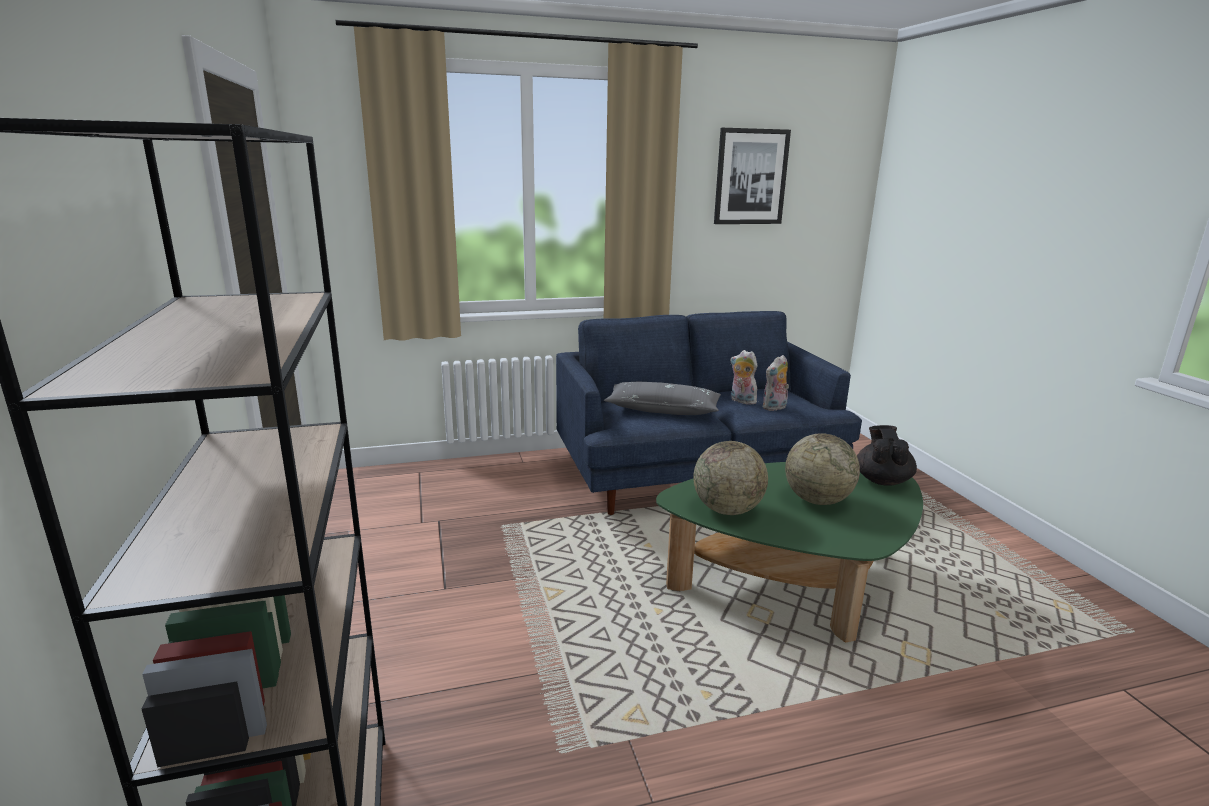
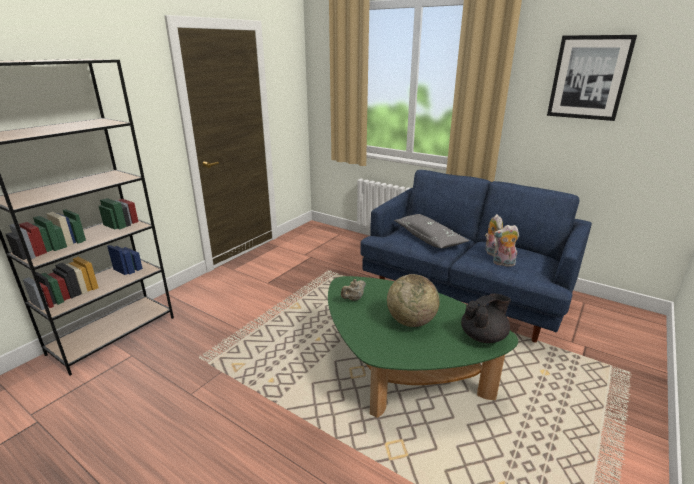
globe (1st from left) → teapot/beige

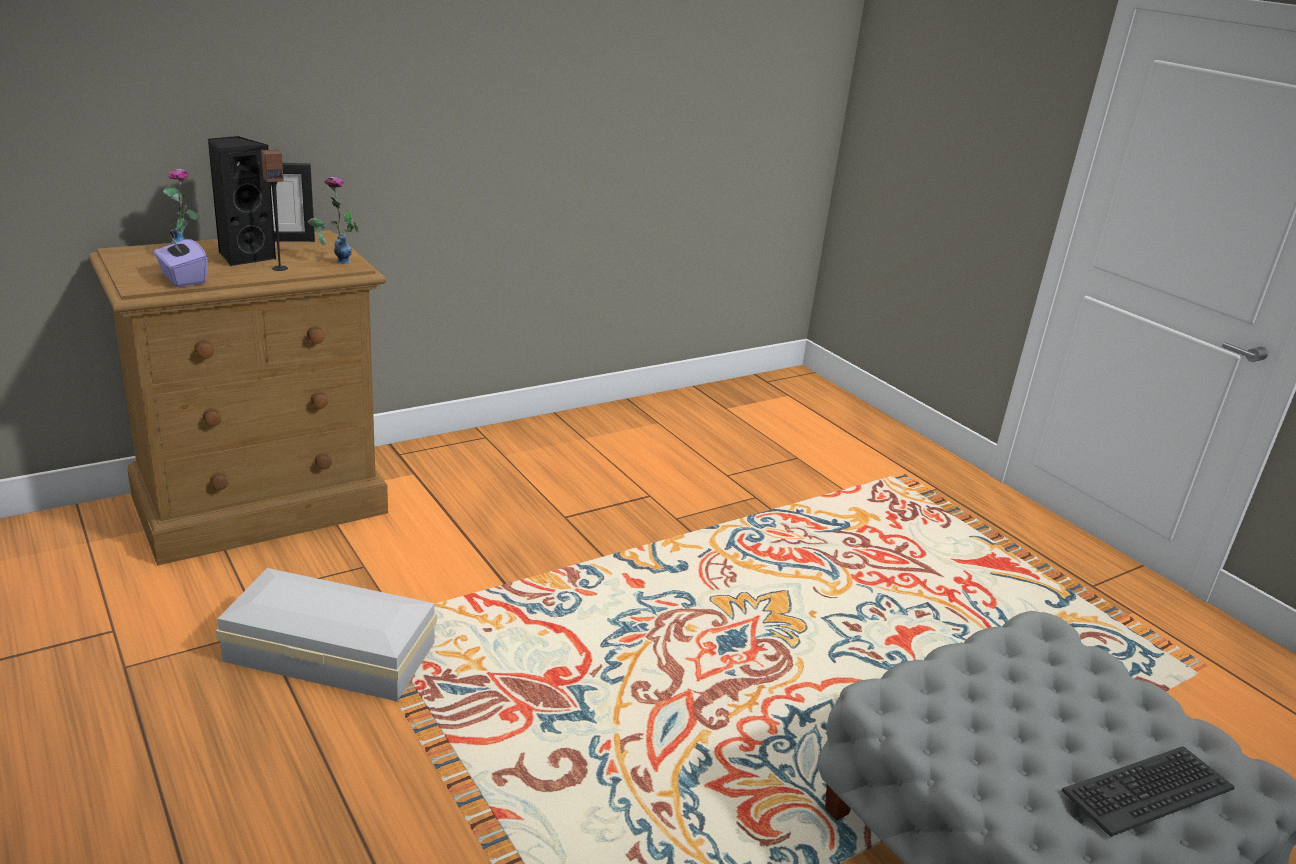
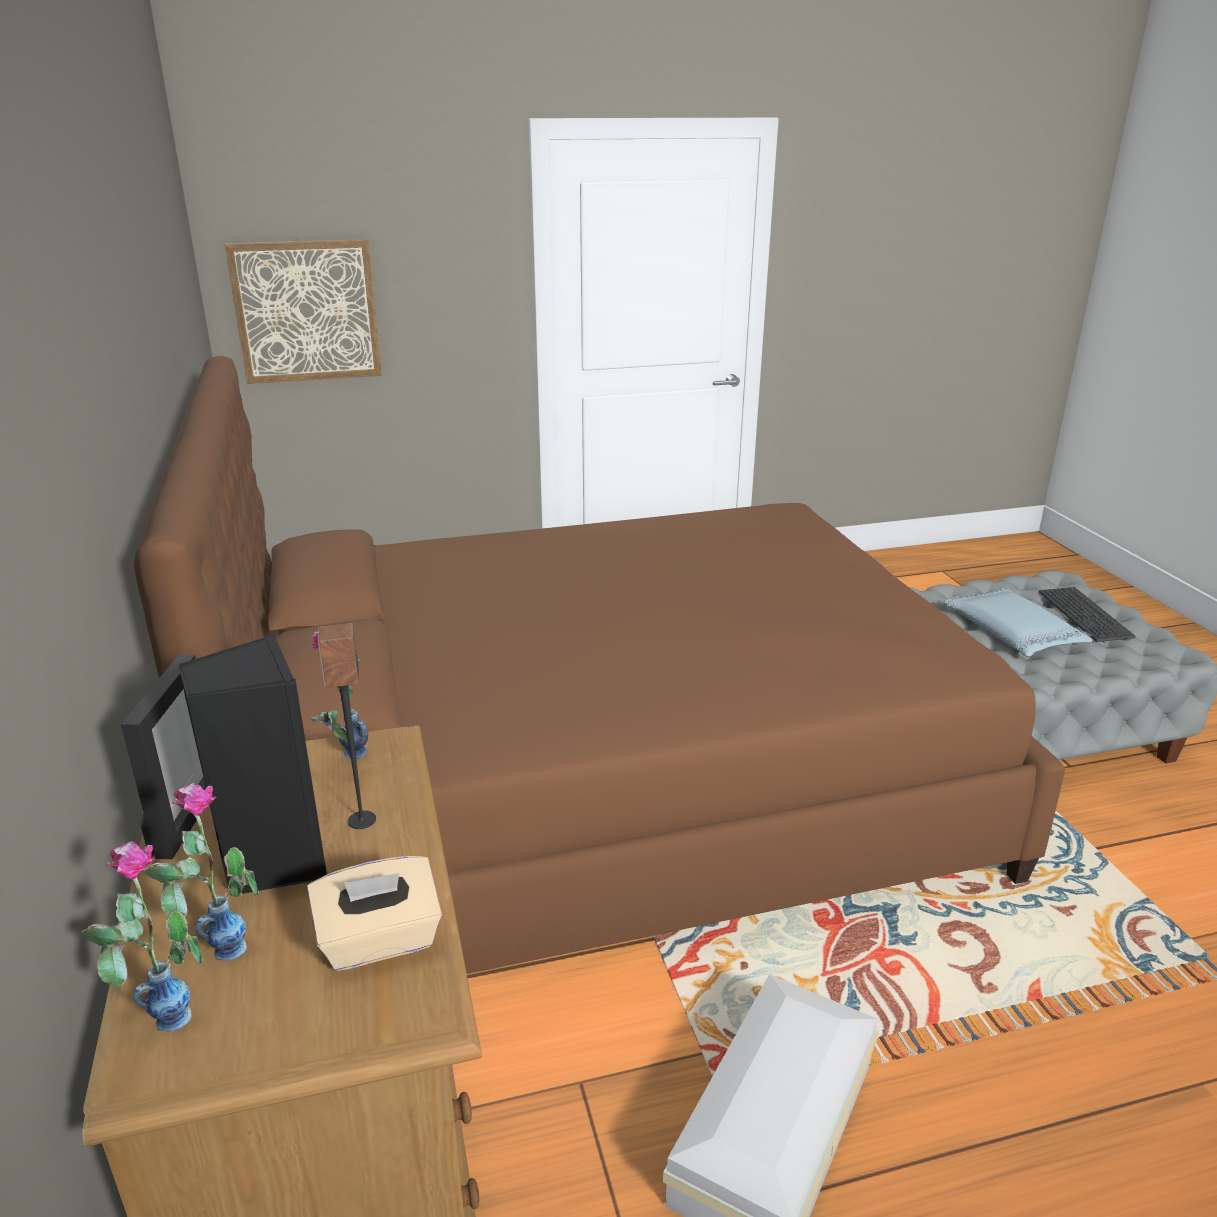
- → vase (1st from left)
- → bed/brown
- → picture
tissue box/purple → tissue box/beige
- → pillow/blue

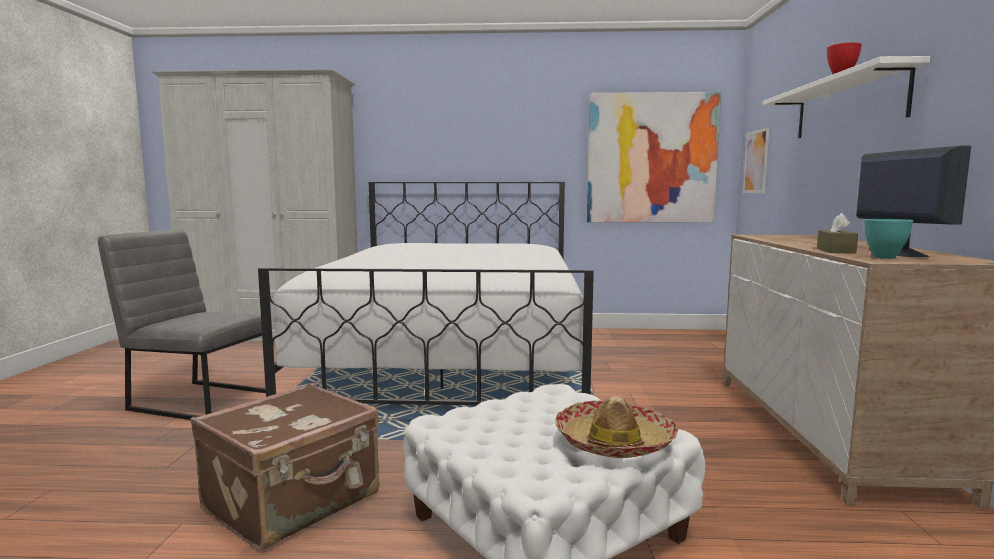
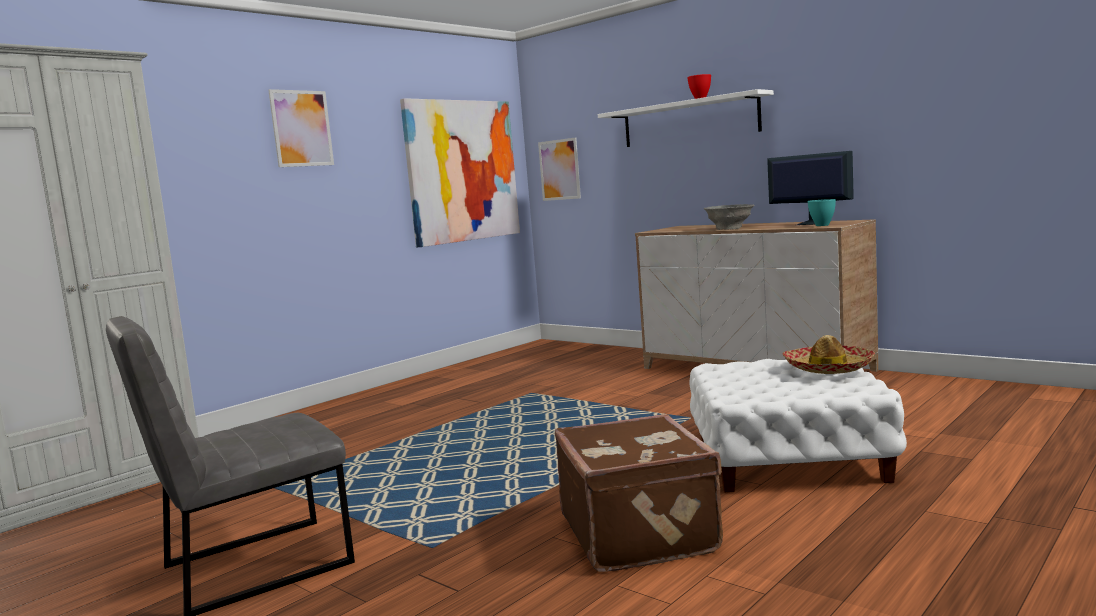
- → picture (1st from left)
- → bowl/grey
bed/white → -
tissue box/brown → -

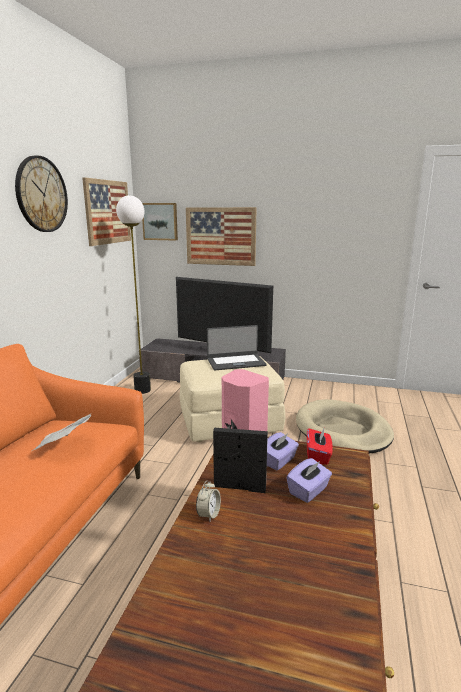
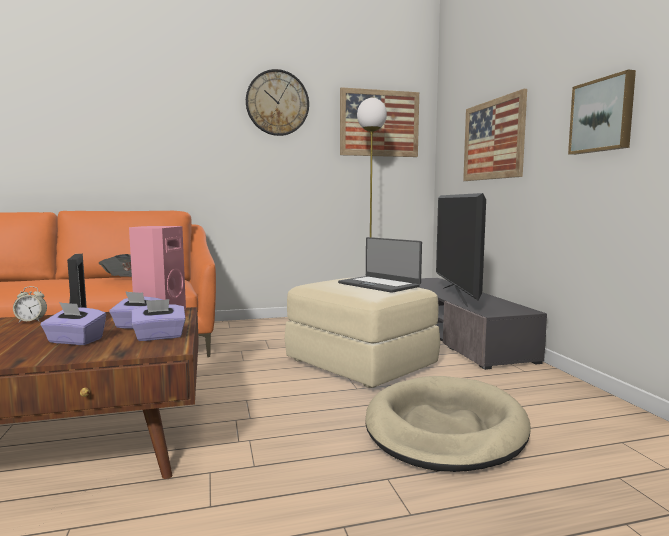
tissue box/red → tissue box/purple (3rd from left)
picture (2nd from left in the first image) → picture (3rd from left), move

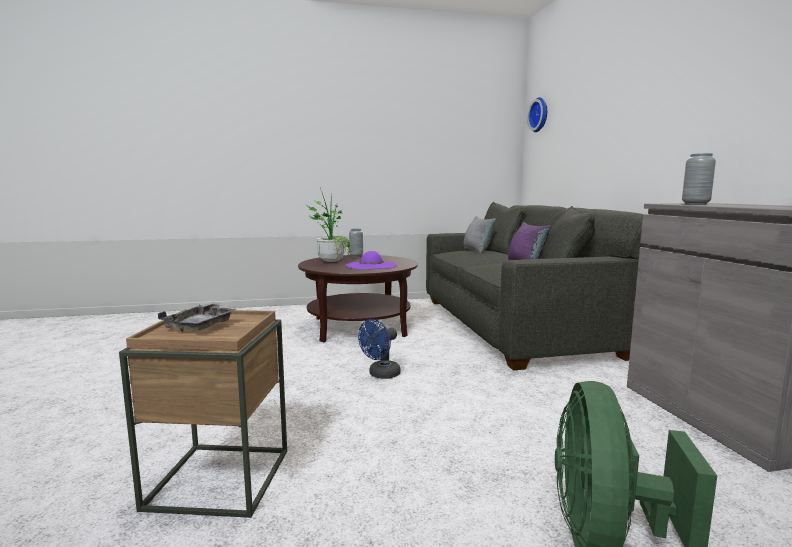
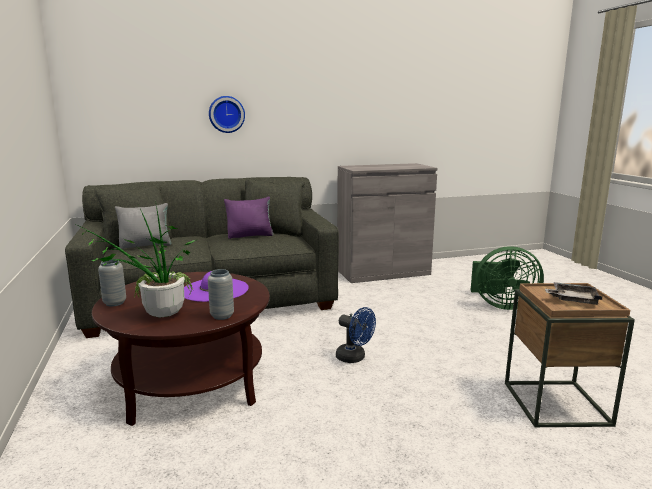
vase/grey (2nd from left), move
wall clock, move

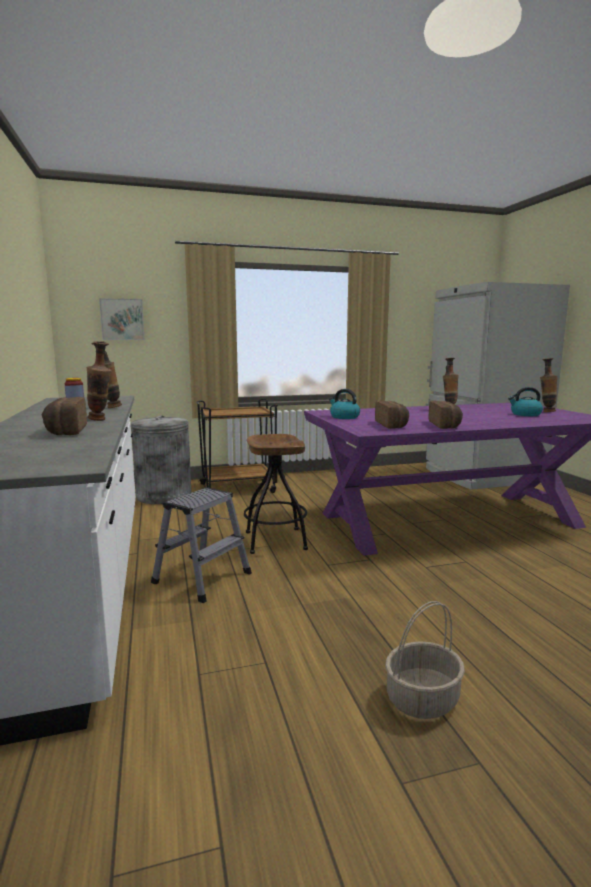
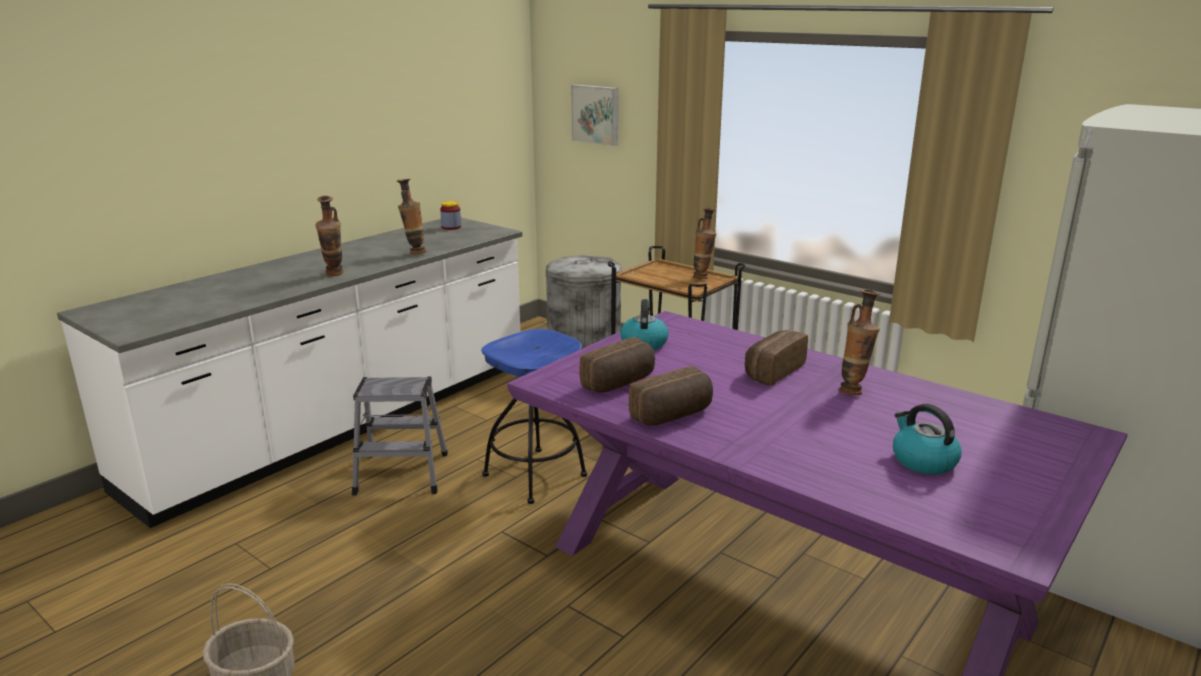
stool/brown → stool/blue
vase (4th from left in the first image) → vase (3rd from left), move
bread (1st from left in the first image) → bread (3rd from left), move

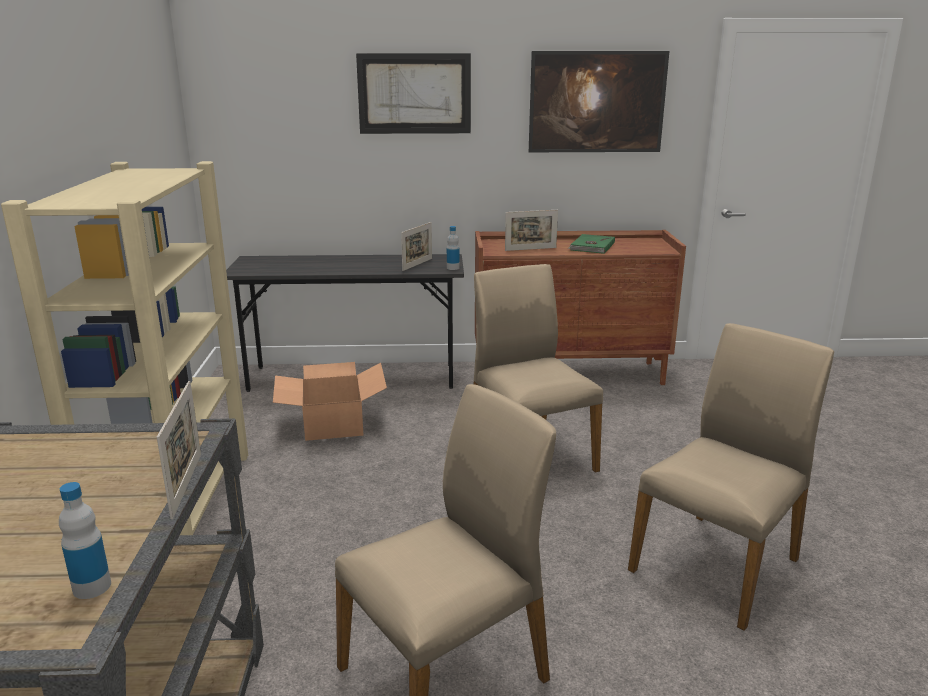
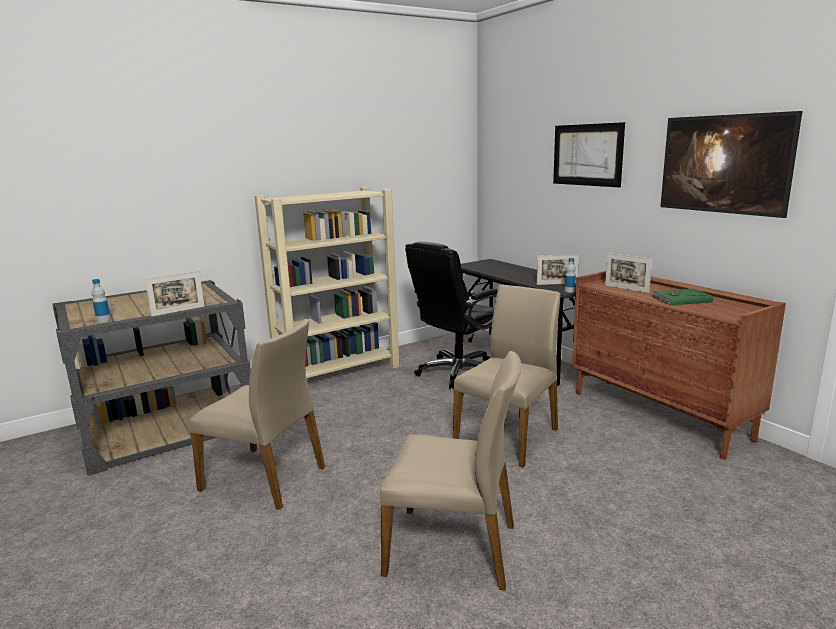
cardboard box → office chair/black

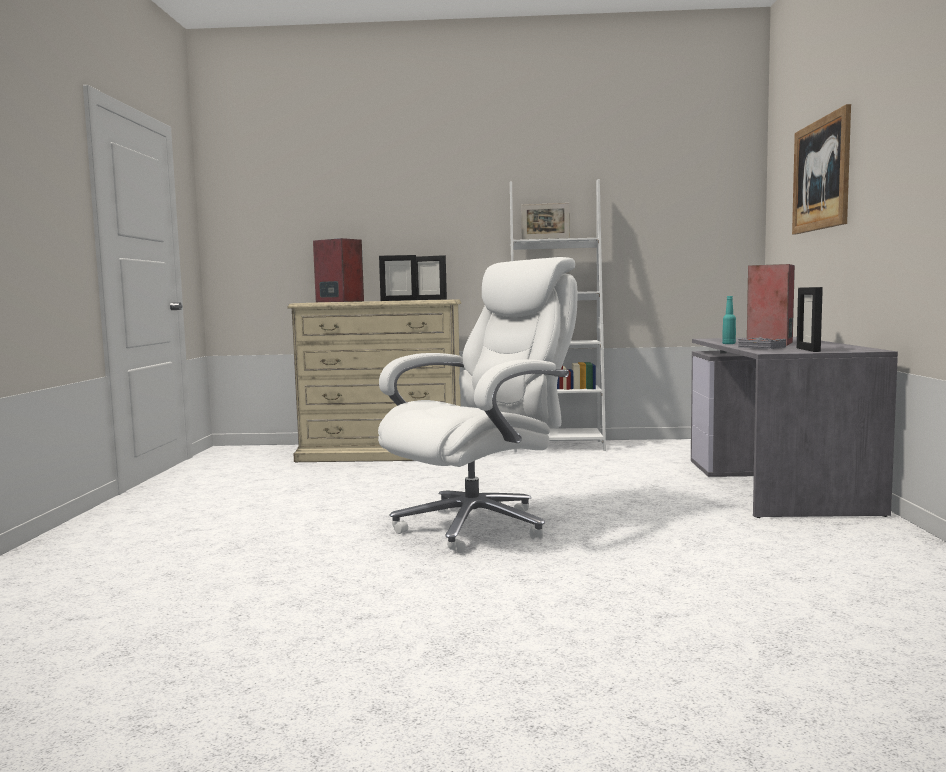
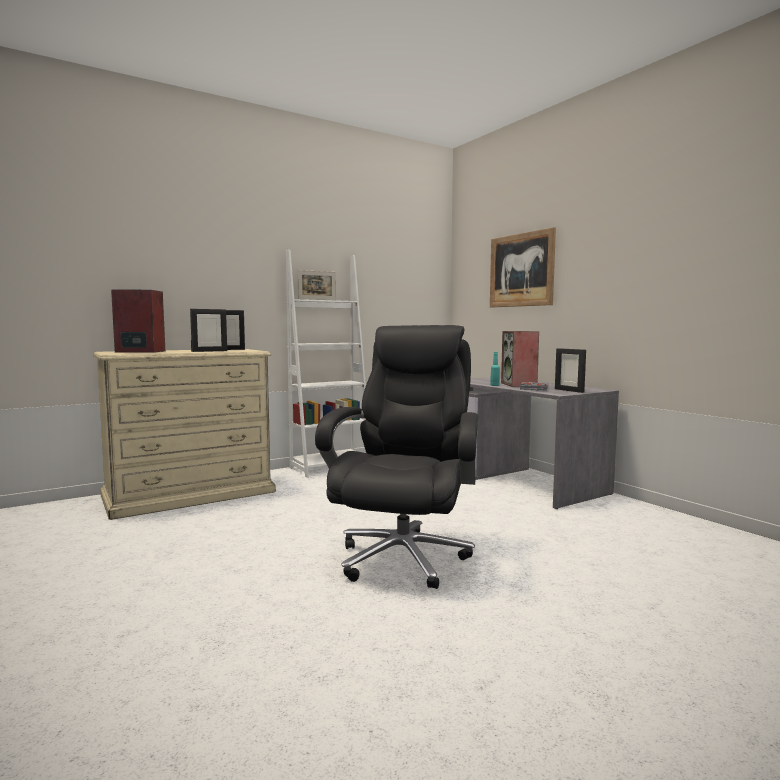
office chair/white → office chair/black

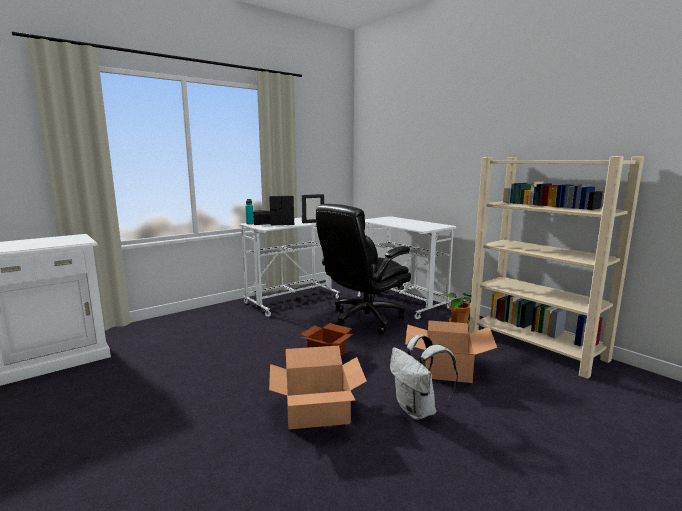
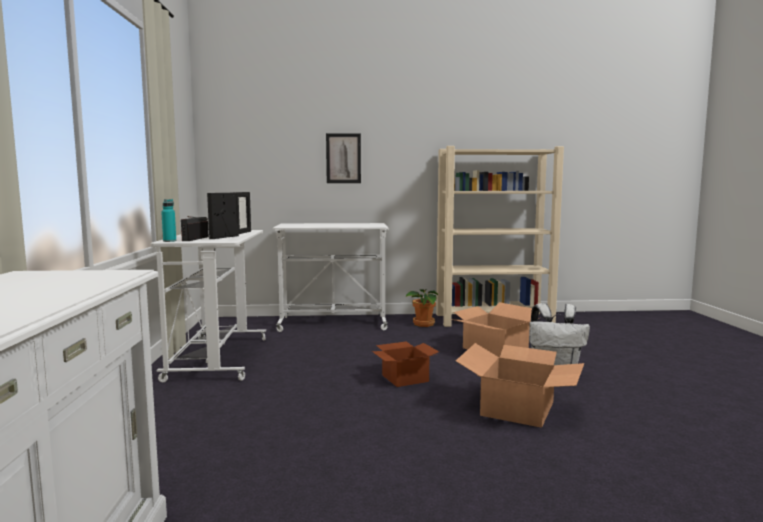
- → picture
office chair/black → -

